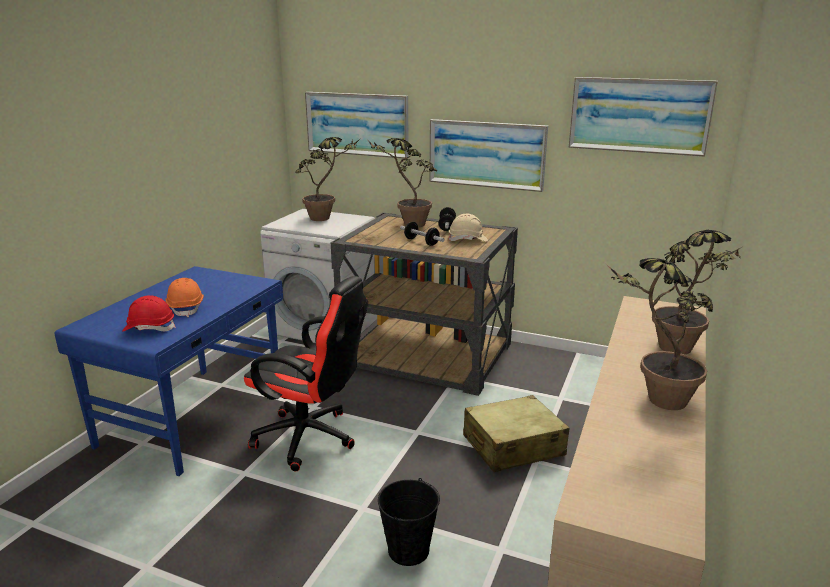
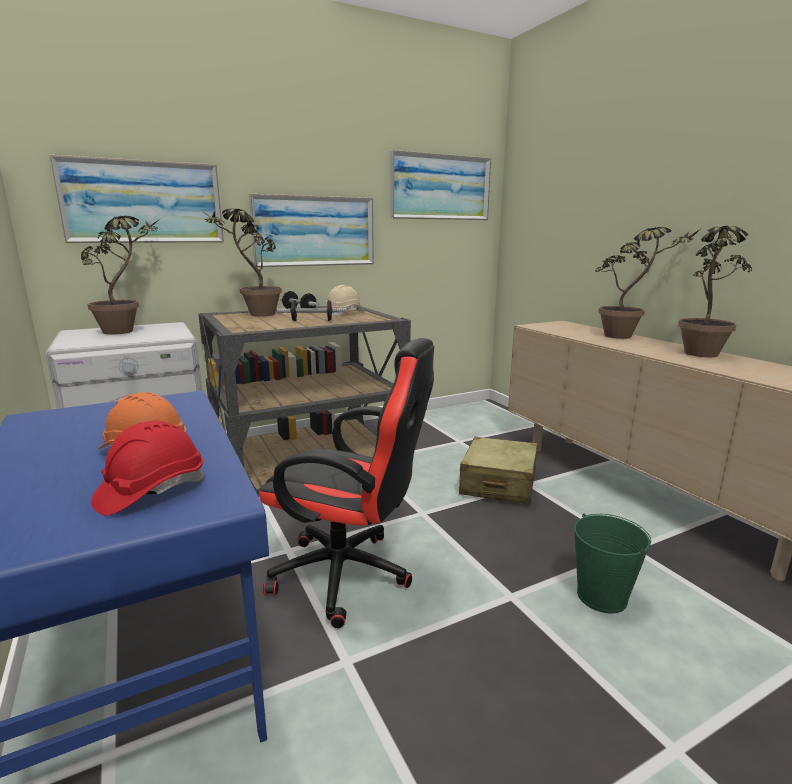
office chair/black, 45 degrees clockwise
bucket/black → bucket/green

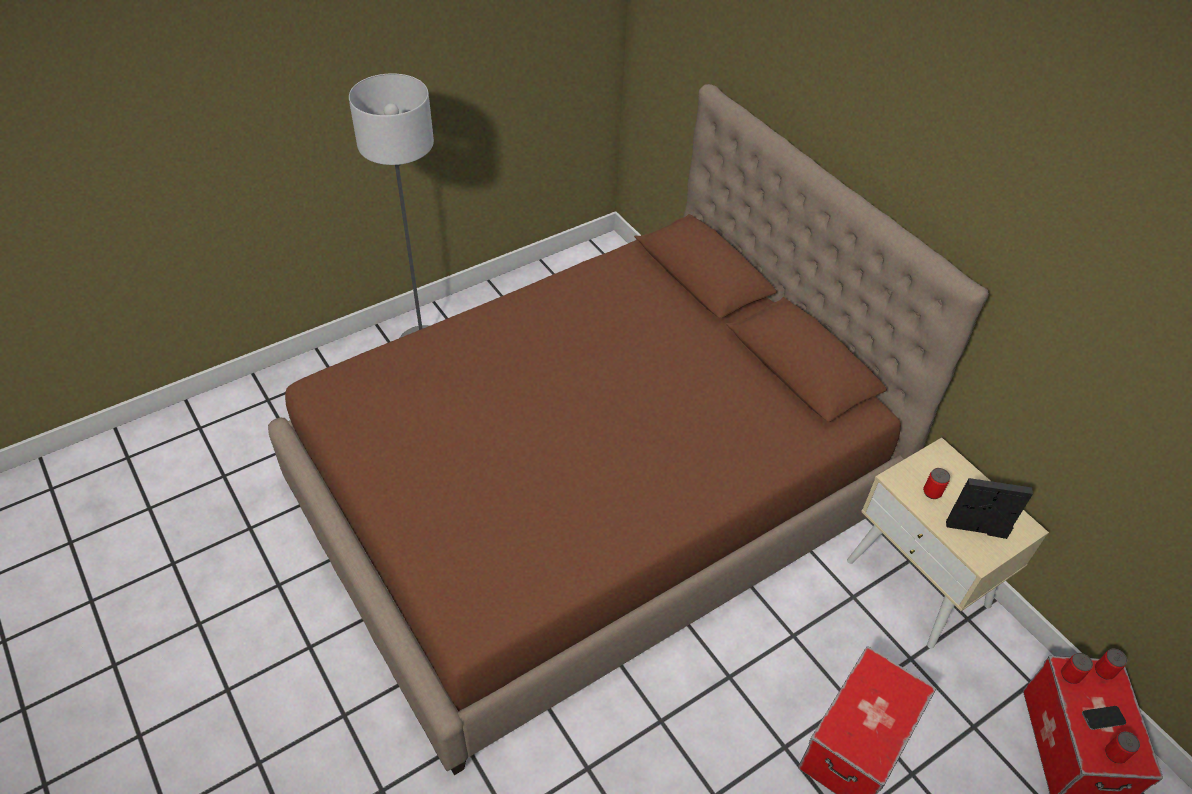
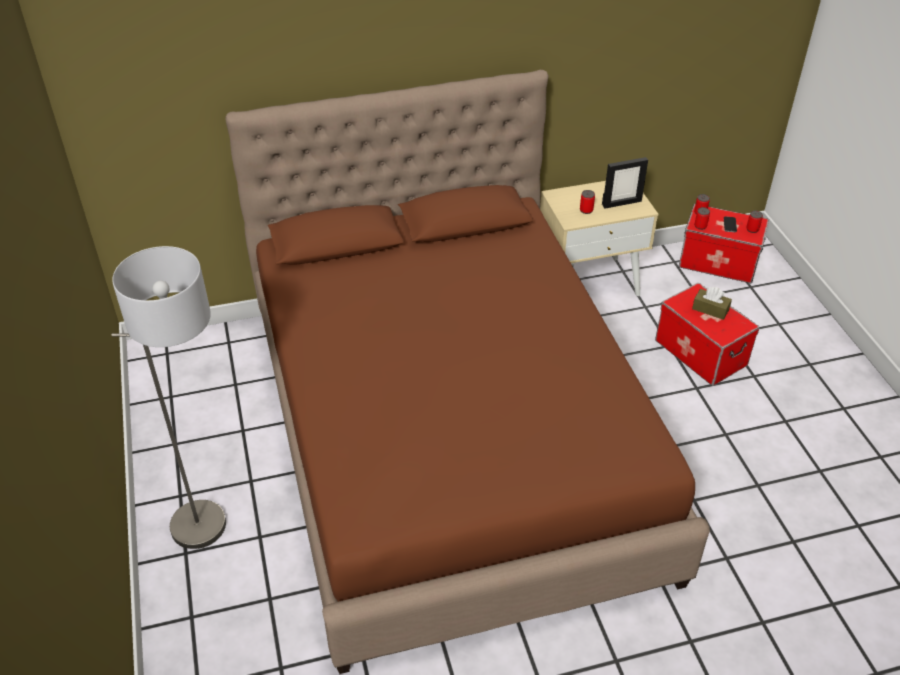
picture frame, 135 degrees counterclockwise
- → tissue box/brown

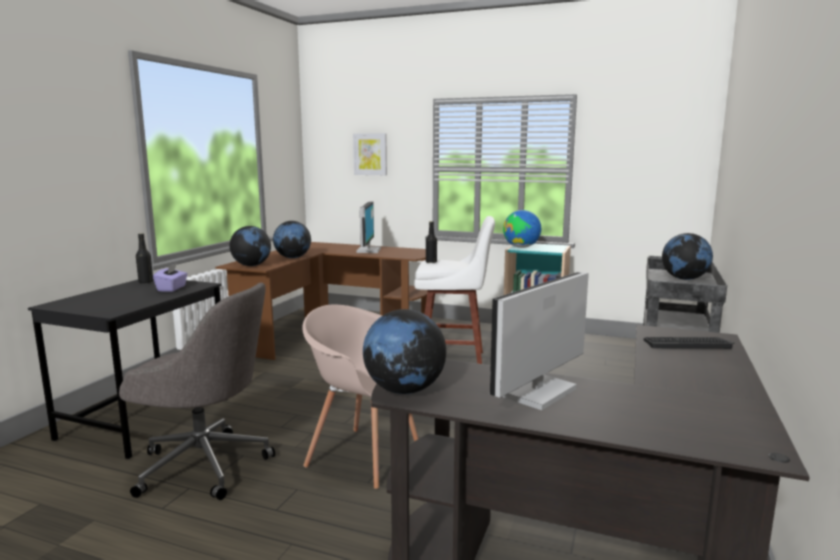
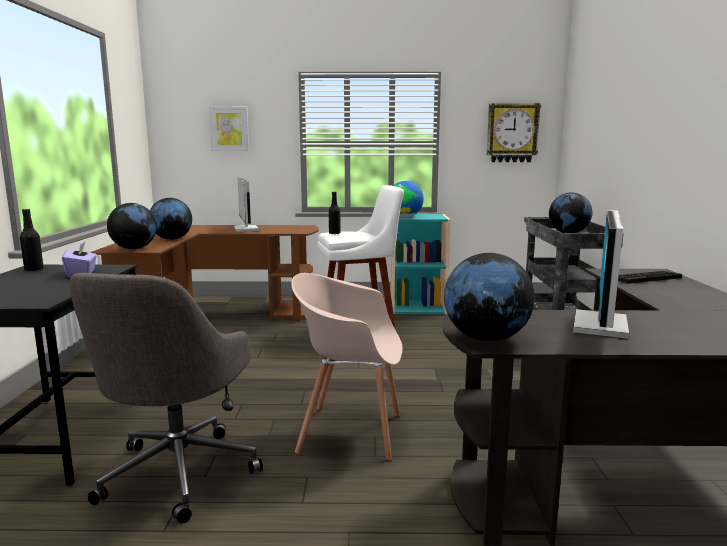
office chair/grey, 105 degrees clockwise
- → wall clock

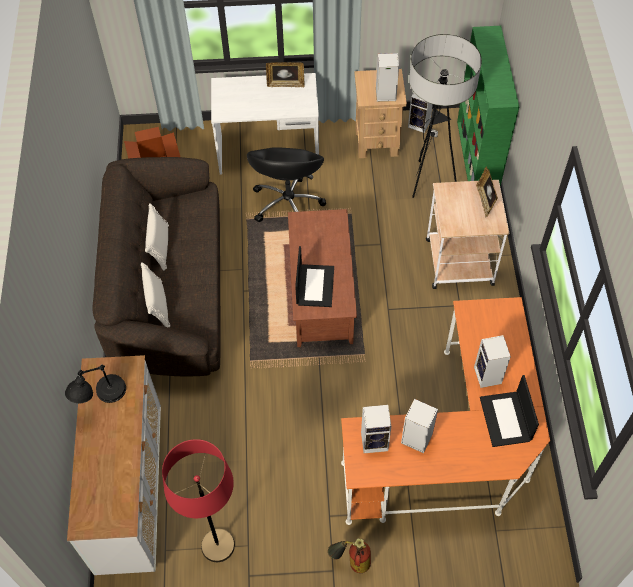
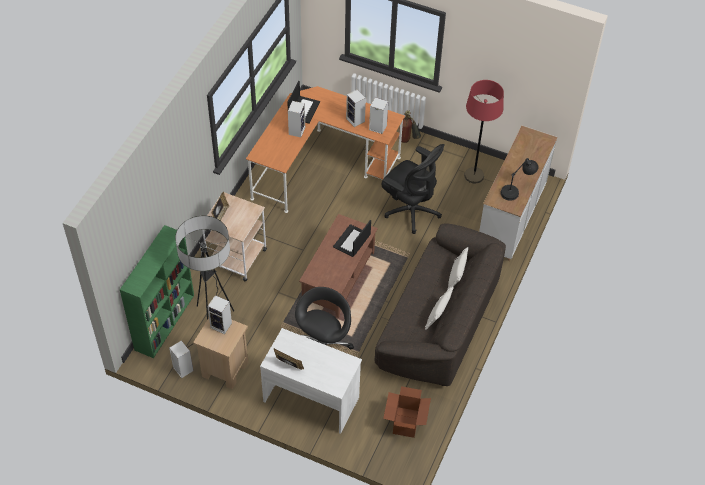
- → office chair/black (2nd from left)

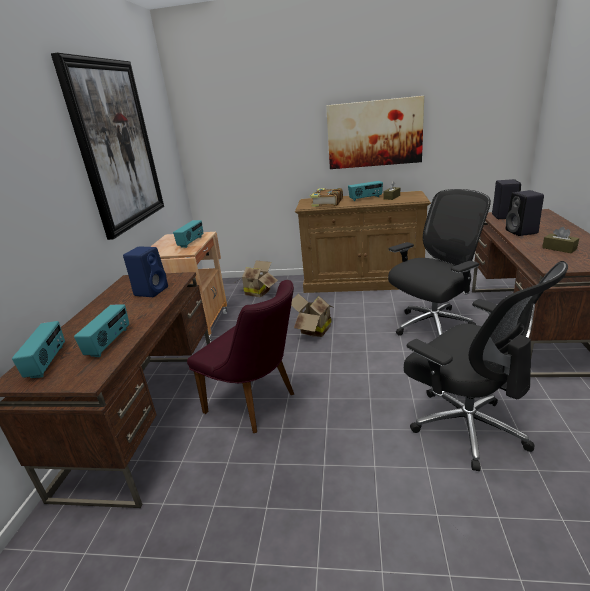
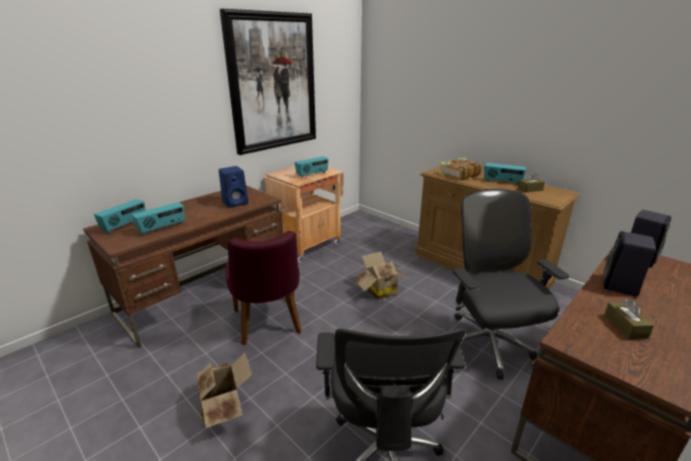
cardboard box (1st from left), move
office chair (1st from left in the first image) → office chair (2nd from left), 105 degrees counterclockwise
picture (2nd from left) → -

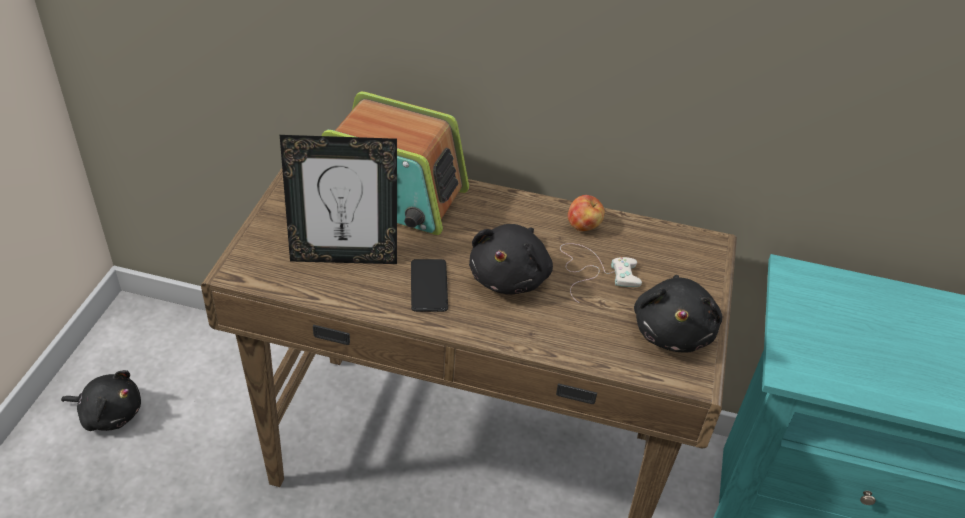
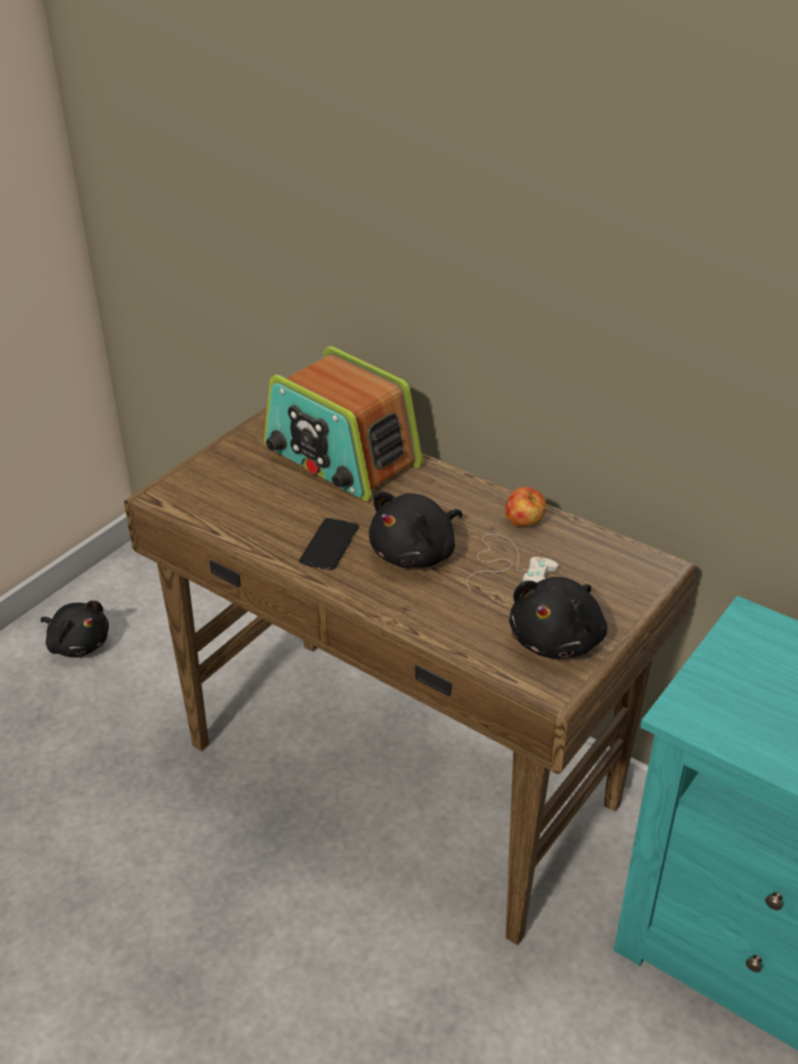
picture frame → -

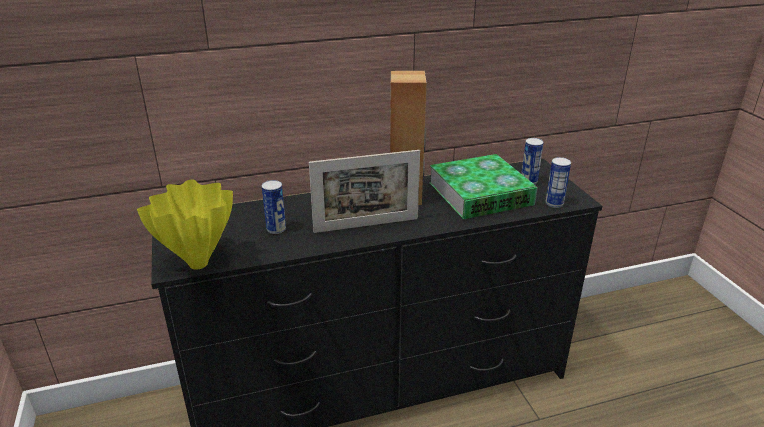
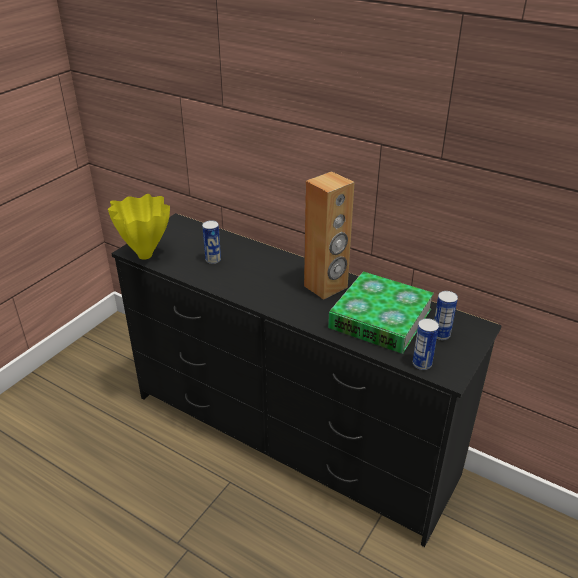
picture frame → -

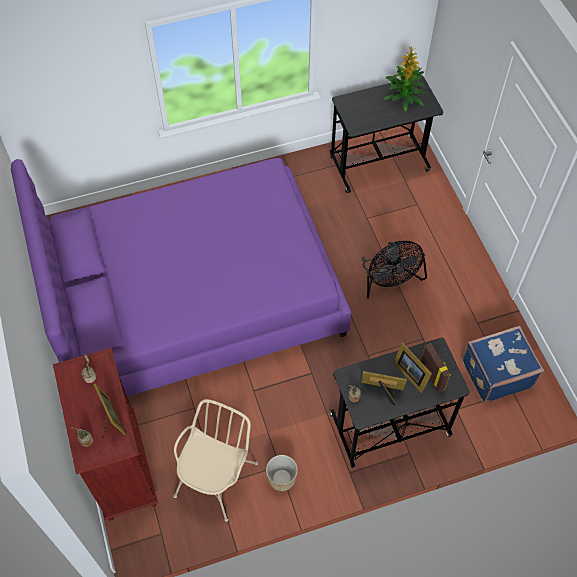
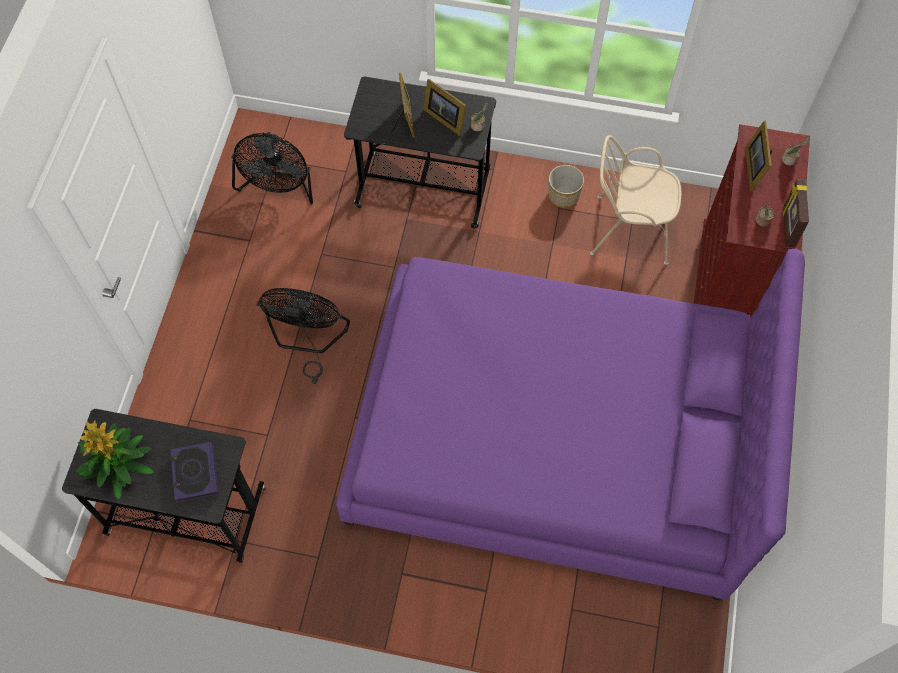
- → book
suitcase/blue → fan/black (1st from left)
chair/beige, 45 degrees clockwise
picture frame (4th from left), move

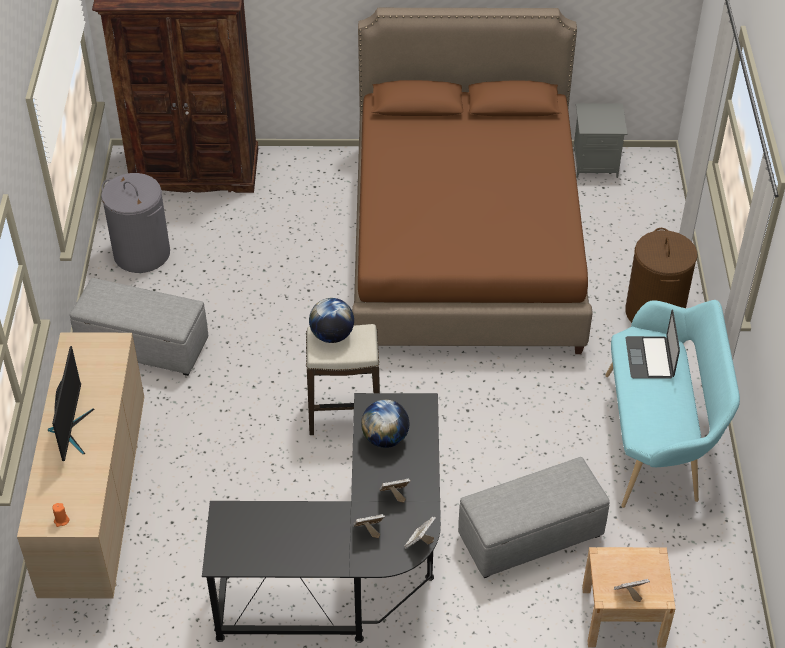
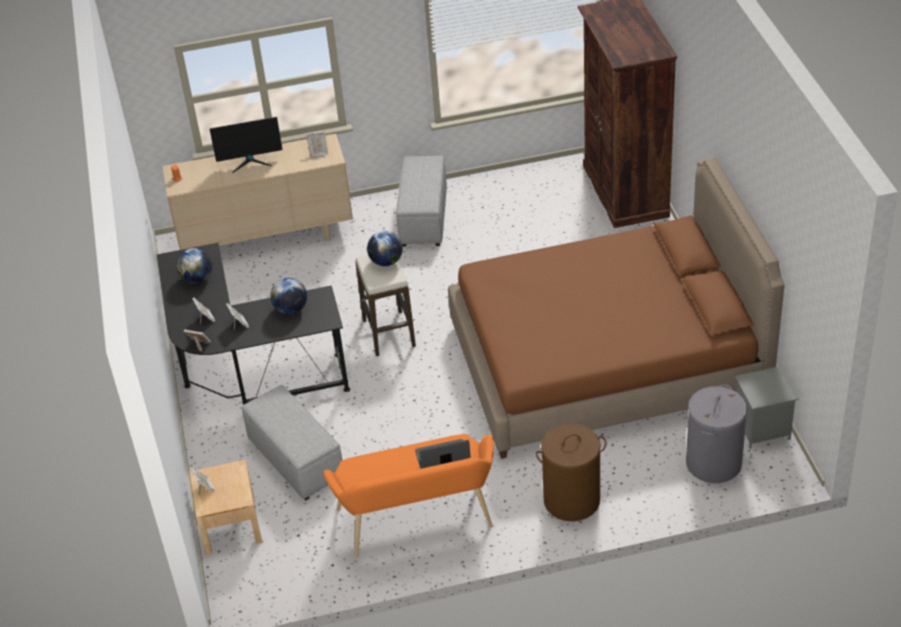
- → globe (1st from left)
- → picture frame (5th from left)
bench/turquoise → bench/orange
laundry basket/grey, move

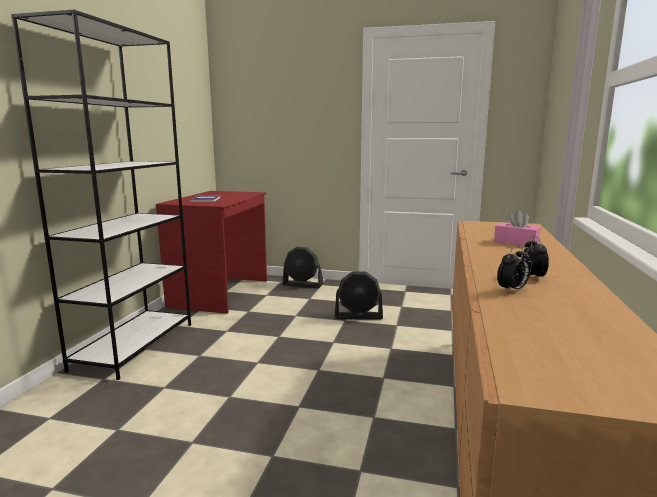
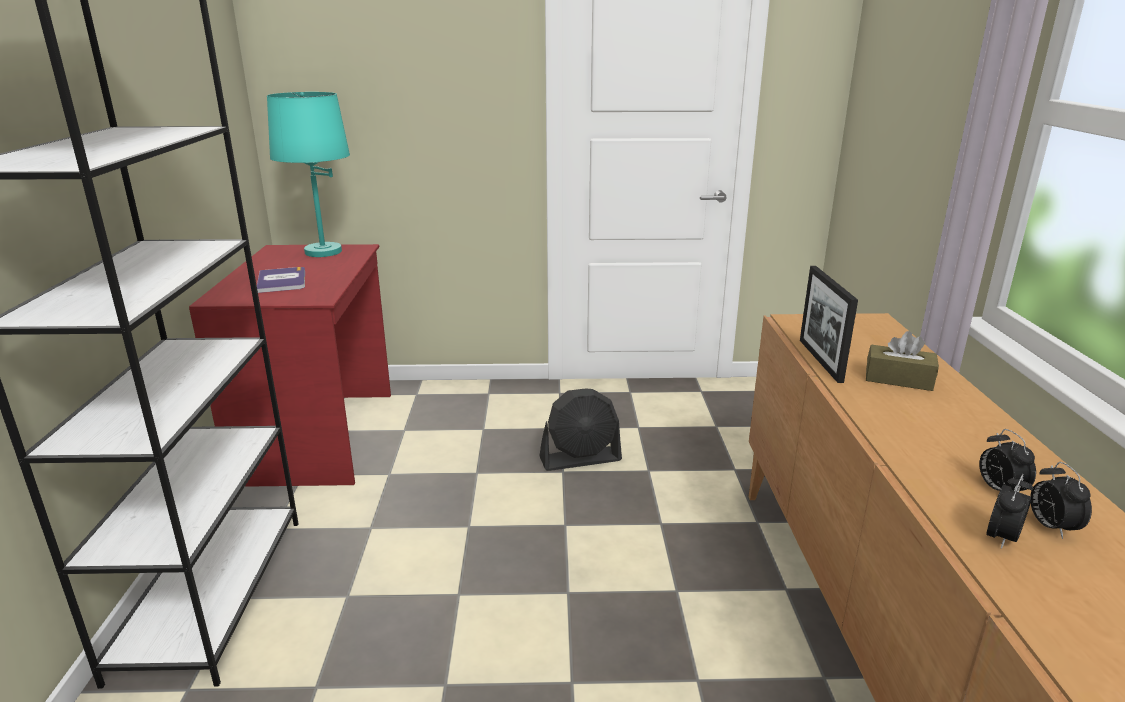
- → table lamp/turquoise
- → picture frame
tissue box/pink → tissue box/brown
- → alarm clock (3rd from left)
fan/black (1st from left) → -

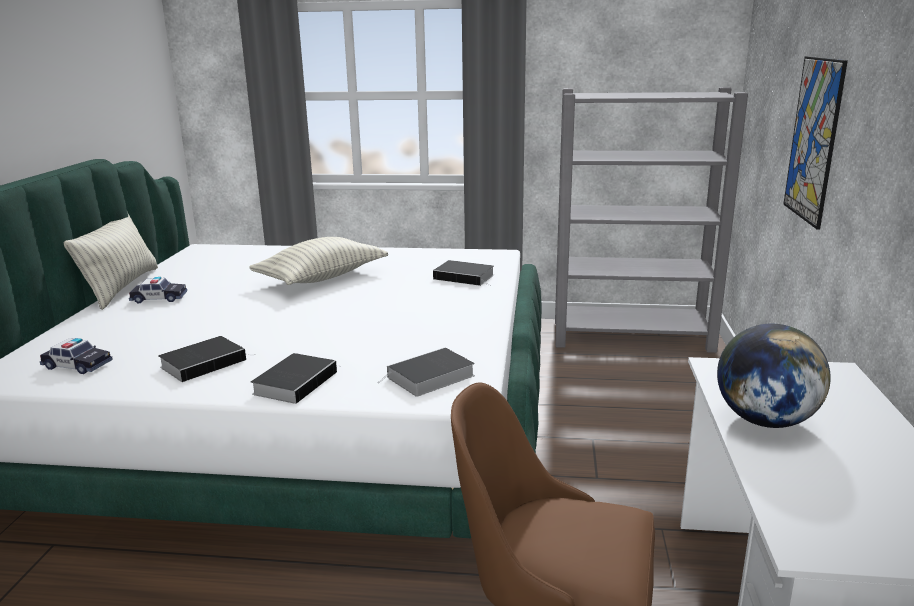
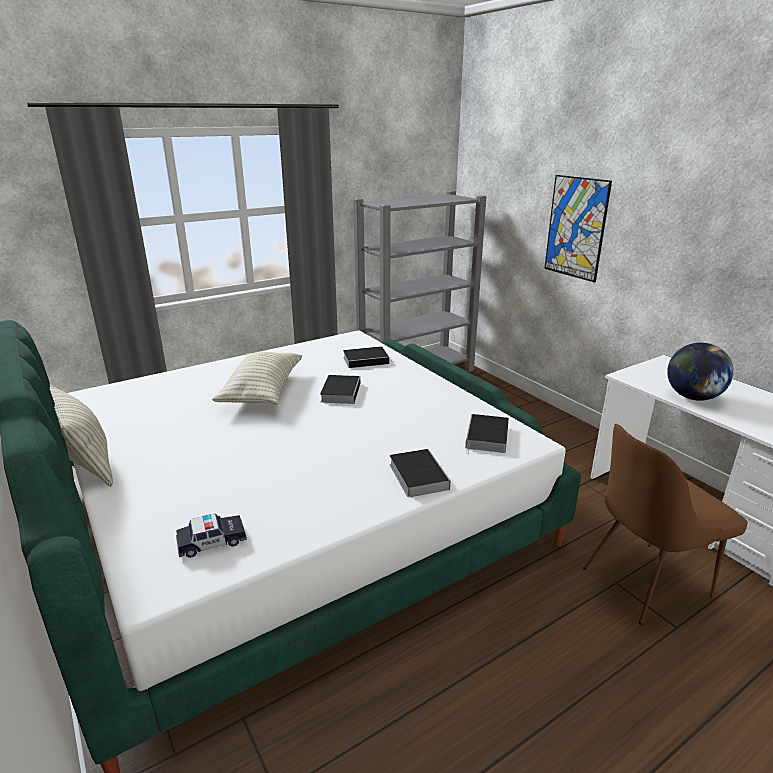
book (1st from left), move
toy car (2nd from left) → -

